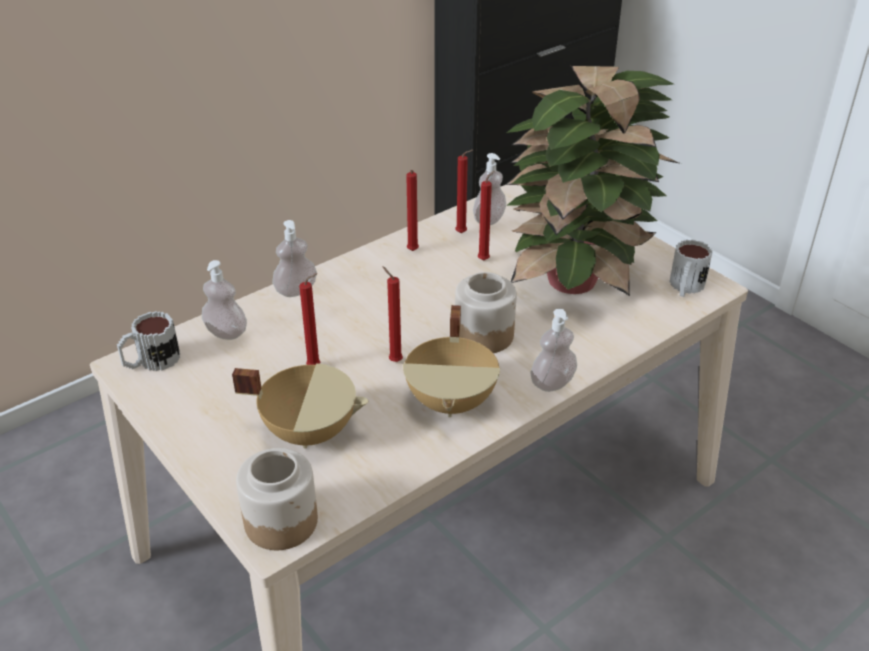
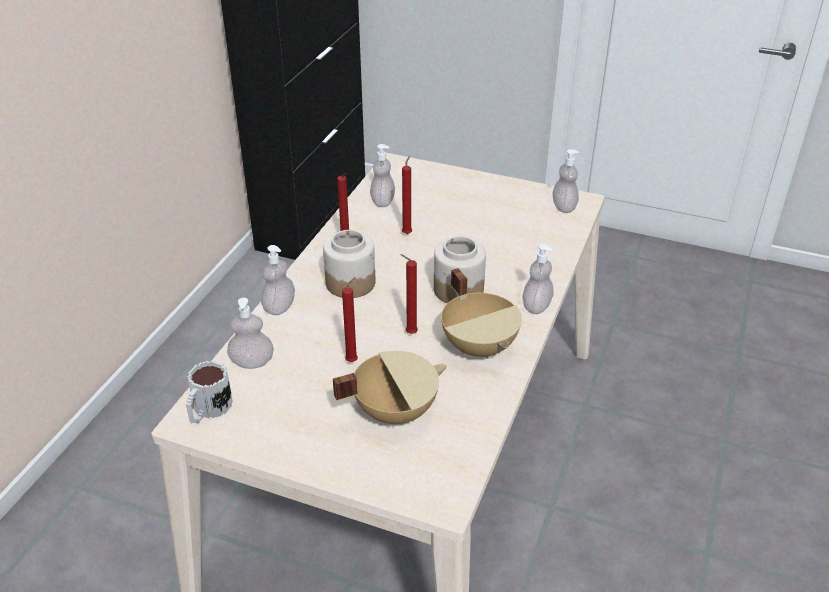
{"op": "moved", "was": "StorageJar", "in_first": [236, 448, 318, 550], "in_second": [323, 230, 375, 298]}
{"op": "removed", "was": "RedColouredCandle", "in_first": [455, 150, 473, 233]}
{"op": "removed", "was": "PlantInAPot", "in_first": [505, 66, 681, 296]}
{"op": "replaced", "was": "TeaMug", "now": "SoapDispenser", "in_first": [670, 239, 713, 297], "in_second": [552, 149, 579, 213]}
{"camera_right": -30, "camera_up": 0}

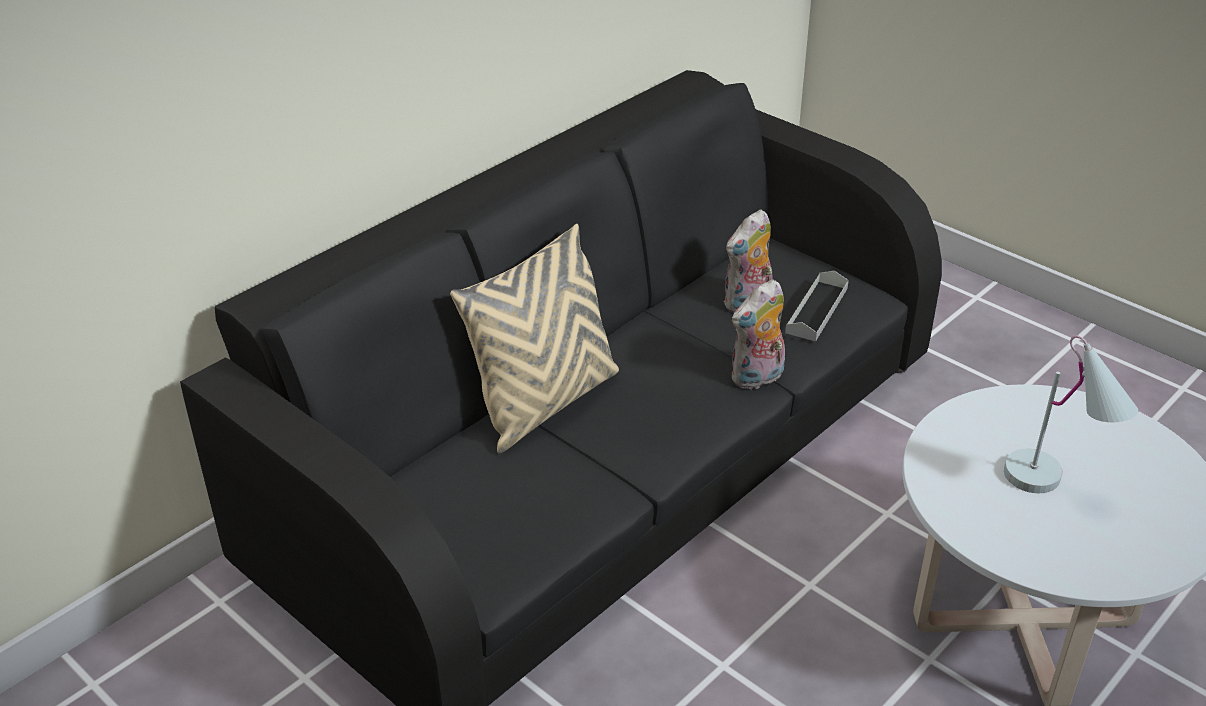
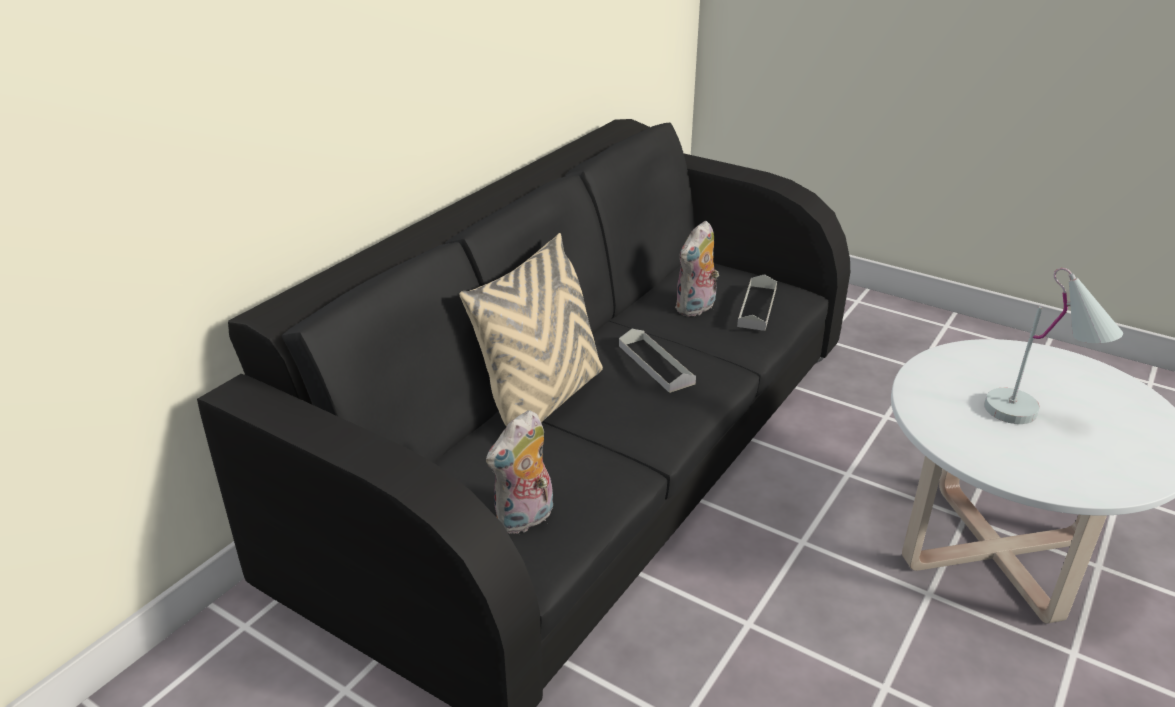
{"op": "moved", "was": "SoftToy", "in_first": [732, 279, 785, 389], "in_second": [486, 410, 553, 534]}
{"op": "added", "now": "GrayServingTray", "in_second": [619, 329, 696, 393]}
{"camera_right": -10, "camera_up": -5}

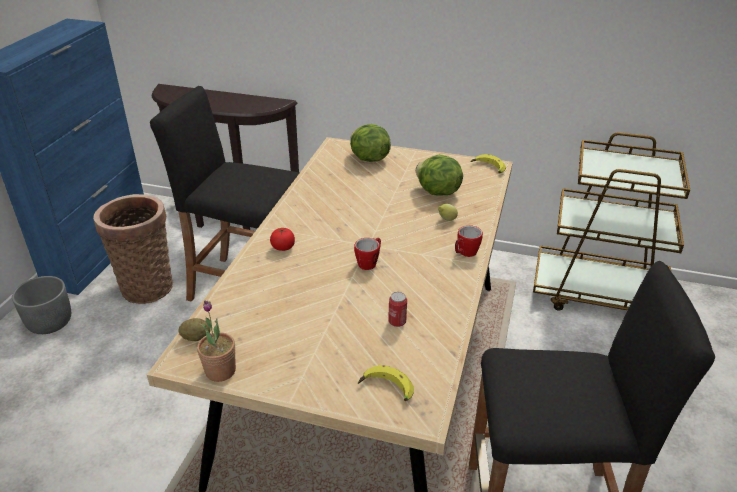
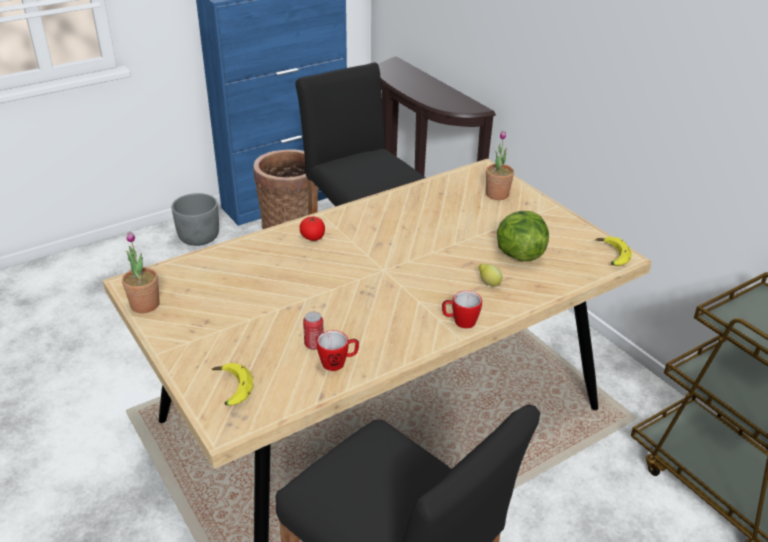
{"op": "removed", "was": "WholePotato", "in_first": [179, 318, 211, 341]}
{"op": "replaced", "was": "HeadOfLettuce", "now": "PlantInAPot", "in_first": [350, 124, 391, 162], "in_second": [486, 130, 514, 200]}
{"op": "moved", "was": "TeaMug", "in_first": [354, 238, 381, 270], "in_second": [317, 330, 359, 371]}
{"camera_right": 40, "camera_up": 0}

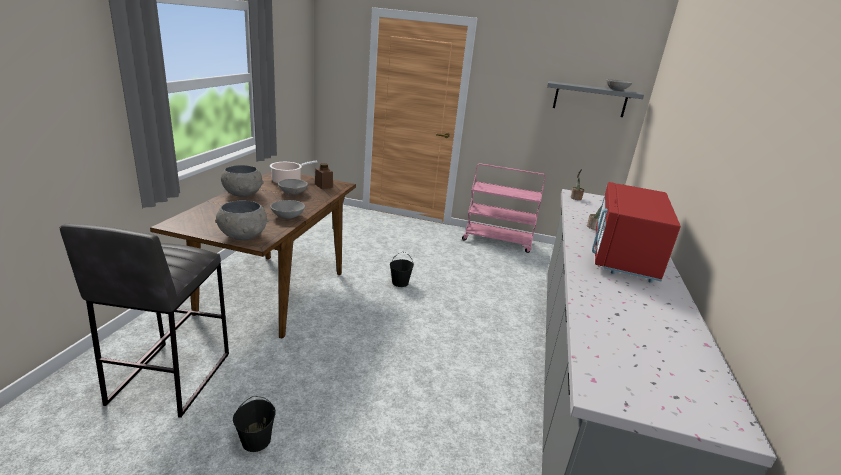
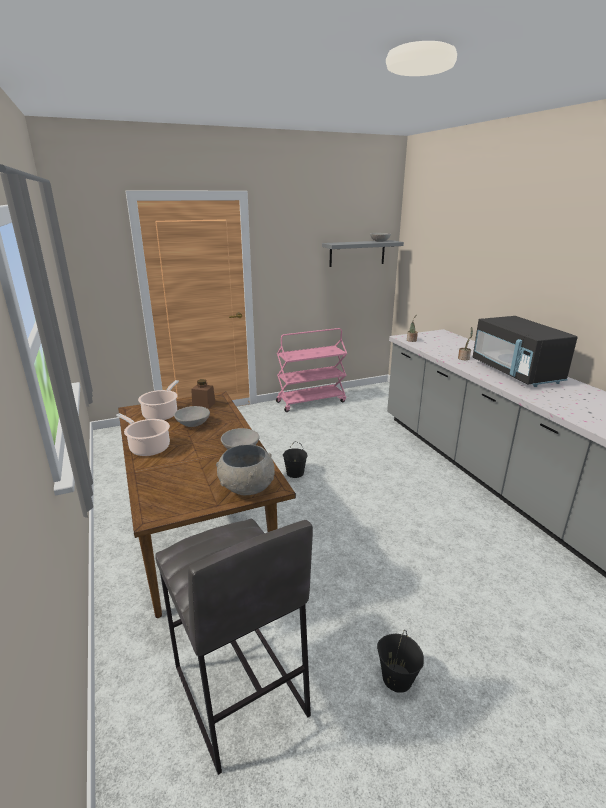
{"op": "replaced", "was": "GrayBowl", "now": "Stockpot", "in_first": [221, 165, 264, 197], "in_second": [116, 413, 170, 456]}
{"op": "recoloured", "was": "RedColouredMicrowaveOven", "now": "BlackColouredMicrowaveOven", "in_first": [592, 182, 681, 283], "in_second": [473, 316, 578, 387]}
{"camera_right": -35, "camera_up": 0}

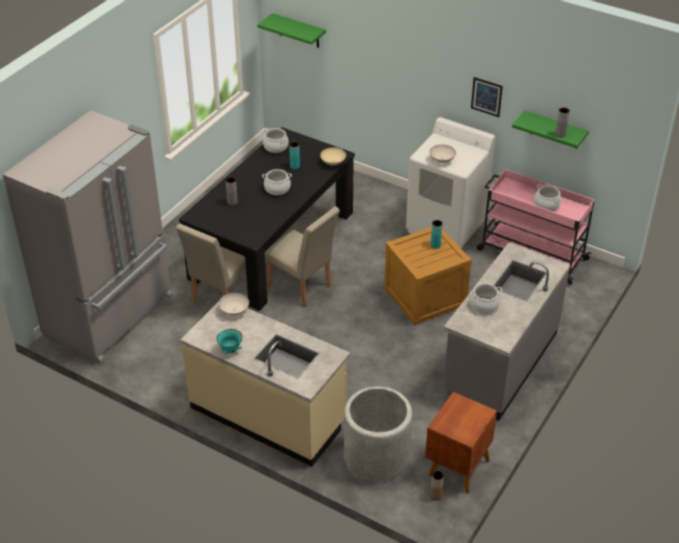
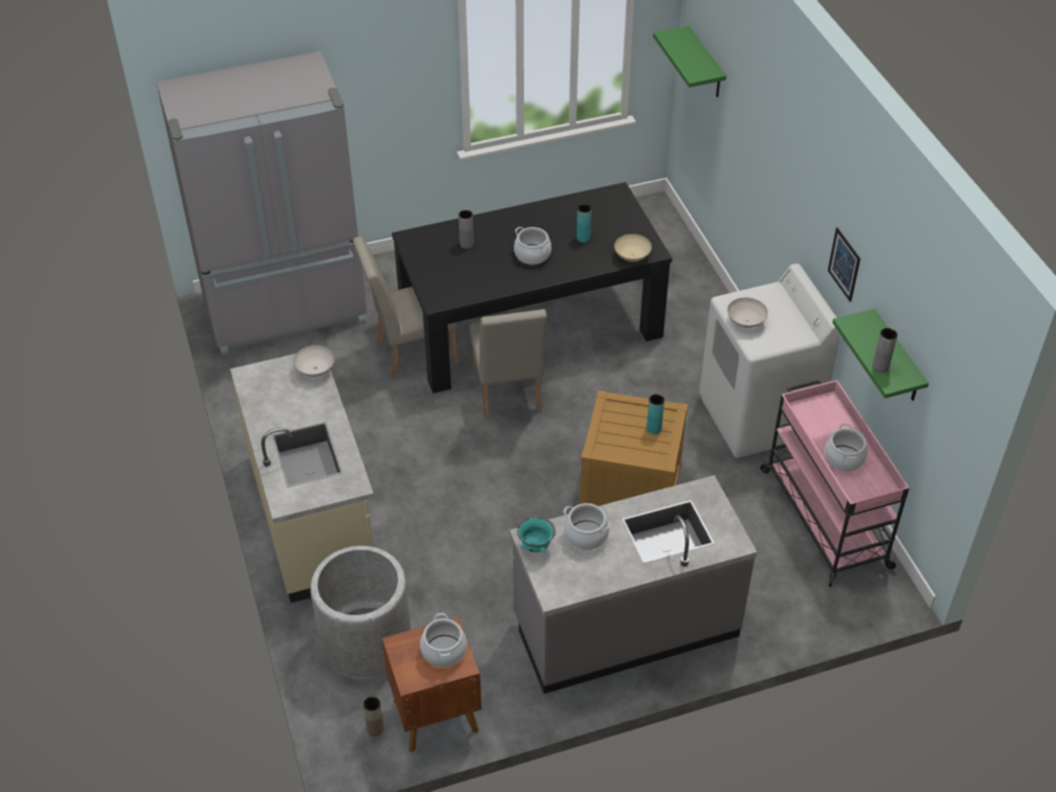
{"op": "moved", "was": "TurquoiseBowl", "in_first": [216, 329, 242, 354], "in_second": [517, 517, 556, 552]}
{"op": "moved", "was": "Stockpot", "in_first": [263, 128, 289, 153], "in_second": [420, 613, 467, 668]}
{"camera_right": 40, "camera_up": 5}

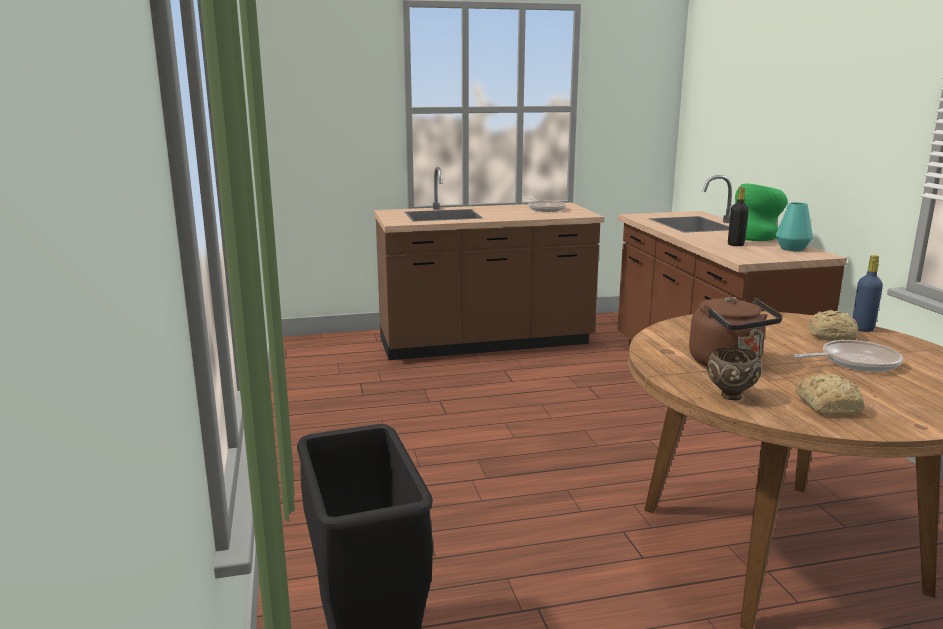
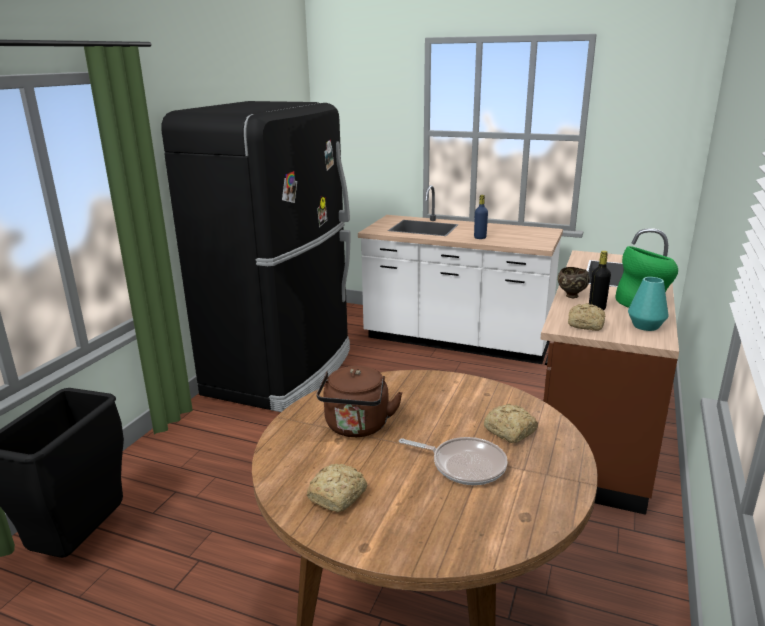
{"op": "recoloured", "was": "BrownishKitchenBaseUnit", "now": "WhitishKitchenBaseUnit", "in_first": [374, 167, 604, 360], "in_second": [358, 185, 563, 364]}
{"op": "removed", "was": "FryingPan", "in_first": [526, 197, 566, 212]}
{"op": "moved", "was": "BrownishBowl", "in_first": [707, 348, 762, 400], "in_second": [558, 267, 590, 298]}
{"op": "moved", "was": "BlueDrinkBottle", "in_first": [853, 255, 883, 332], "in_second": [474, 195, 488, 239]}
{"op": "added", "now": "BlackColouredRefrigerator", "in_second": [161, 101, 351, 412]}
{"op": "added", "now": "BakedBread", "in_second": [568, 303, 606, 331]}
{"camera_right": 35, "camera_up": 5}

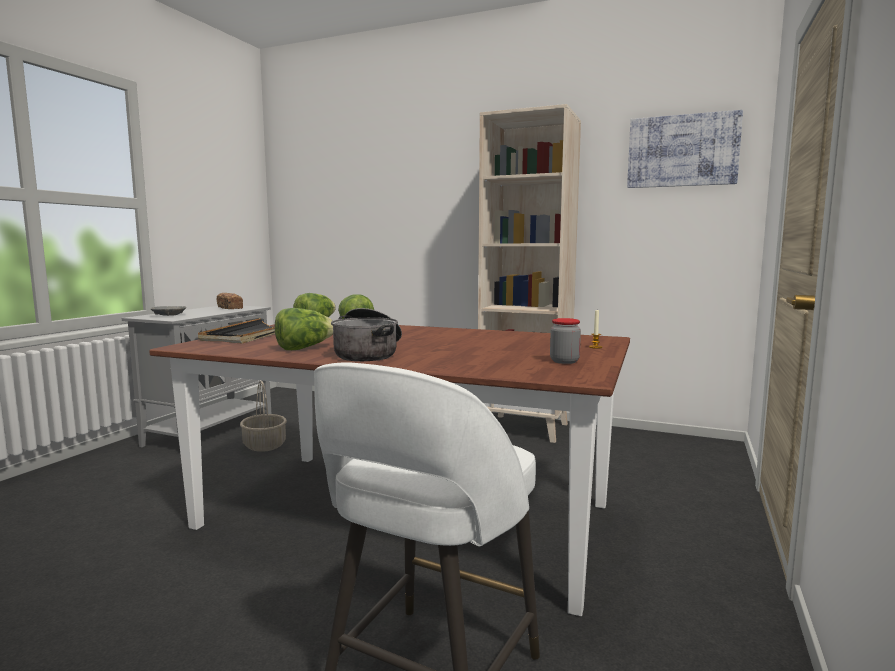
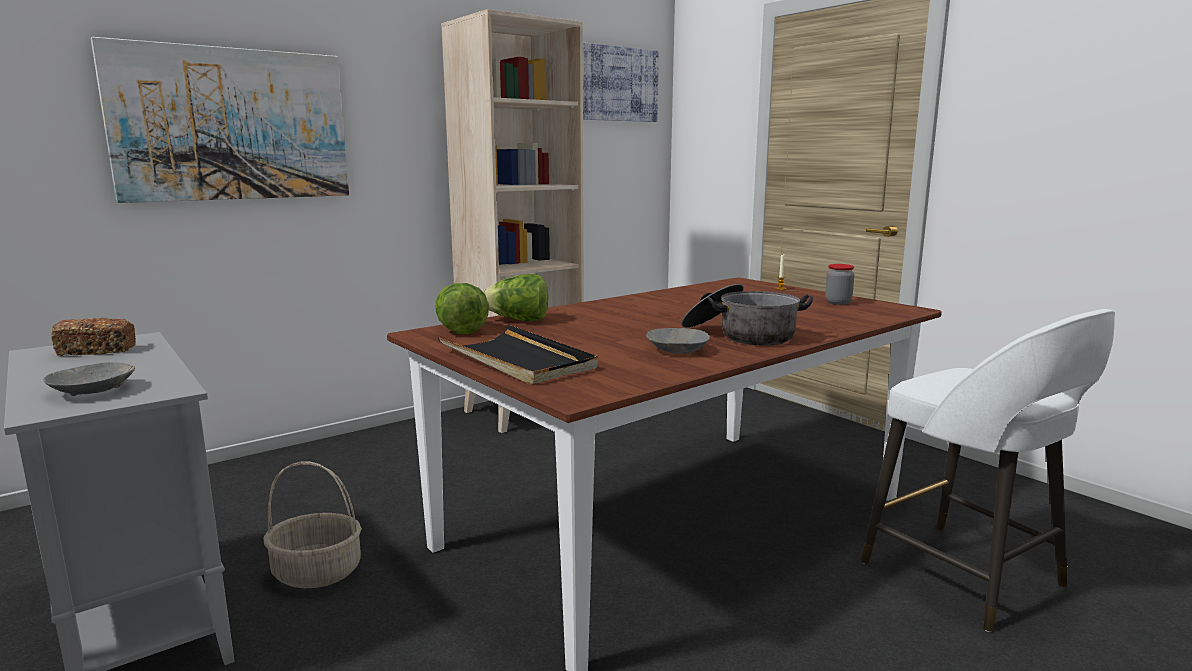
{"op": "replaced", "was": "HeadOfLettuce", "now": "GrayBowl", "in_first": [275, 308, 333, 350], "in_second": [646, 328, 710, 354]}
{"op": "added", "now": "Picture", "in_second": [91, 37, 349, 203]}
{"camera_right": -60, "camera_up": 5}

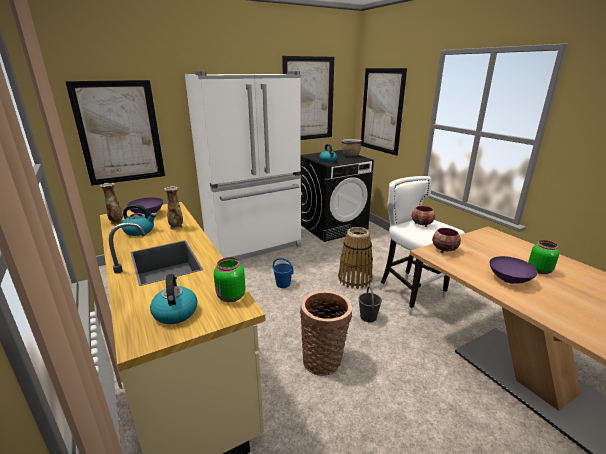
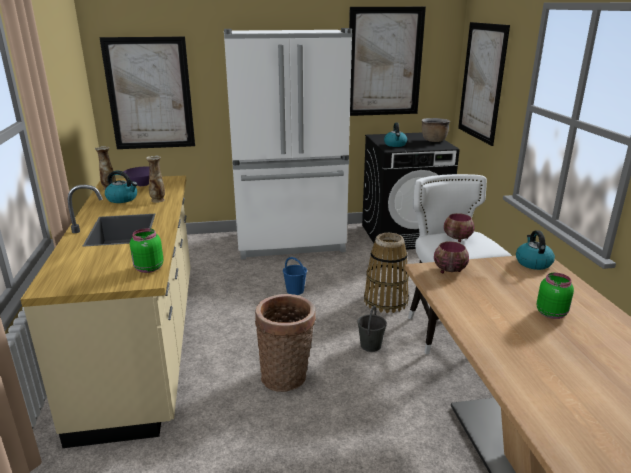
{"op": "moved", "was": "WaterKettle", "in_first": [150, 274, 197, 324], "in_second": [516, 230, 555, 270]}
{"op": "removed", "was": "PurplishBowl", "in_first": [489, 256, 538, 284]}
{"camera_right": 20, "camera_up": 0}

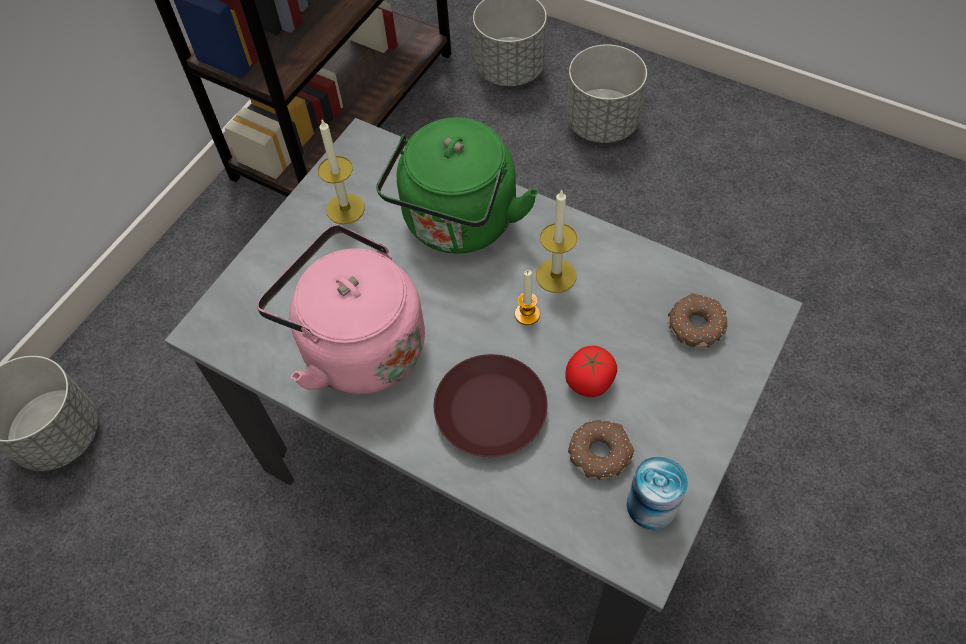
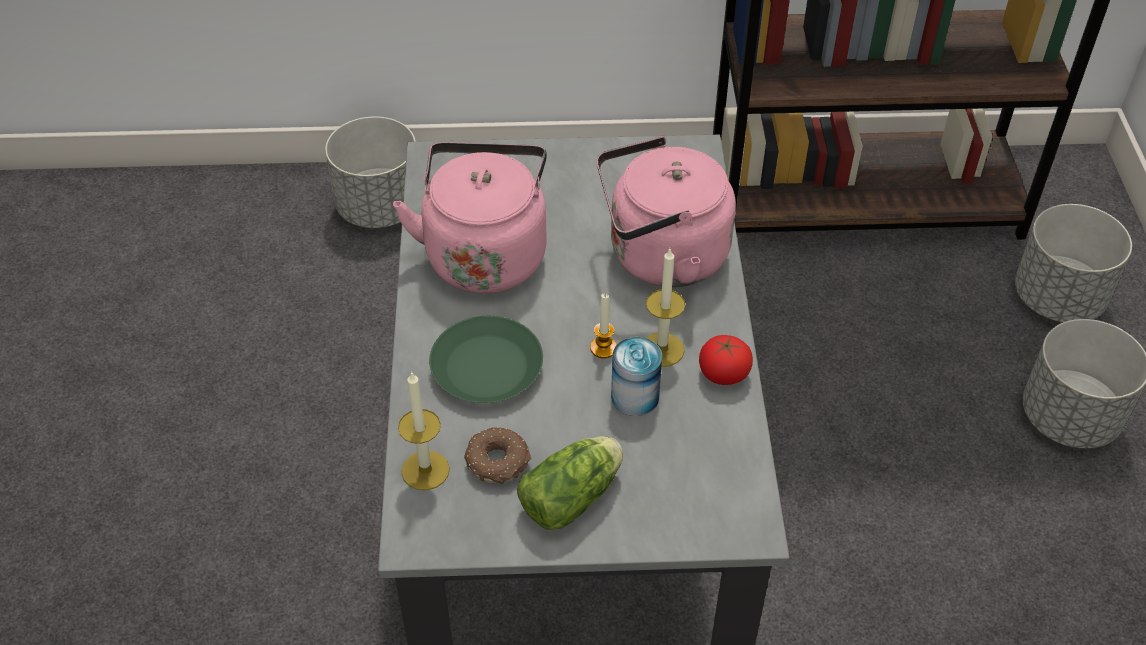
{"op": "moved", "was": "Candle", "in_first": [318, 120, 365, 224], "in_second": [398, 371, 450, 490]}
{"op": "recoloured", "was": "GreenishWaterKettle", "now": "PinkColouredWaterKettle", "in_first": [376, 118, 538, 254], "in_second": [597, 136, 736, 287]}
{"op": "recoloured", "was": "BrownishDinnerPlate", "now": "GreenishDinnerPlate", "in_first": [434, 354, 548, 457], "in_second": [429, 316, 543, 403]}
{"op": "moved", "was": "FreshTomato", "in_first": [565, 346, 617, 397], "in_second": [699, 335, 753, 385]}
{"op": "moved", "was": "Can", "in_first": [627, 456, 688, 530], "in_second": [611, 337, 662, 416]}
{"op": "removed", "was": "Doughnut", "in_first": [668, 293, 727, 348]}
{"op": "added", "now": "HeadOfLettuce", "in_second": [517, 436, 623, 530]}
{"camera_right": 55, "camera_up": -10}

